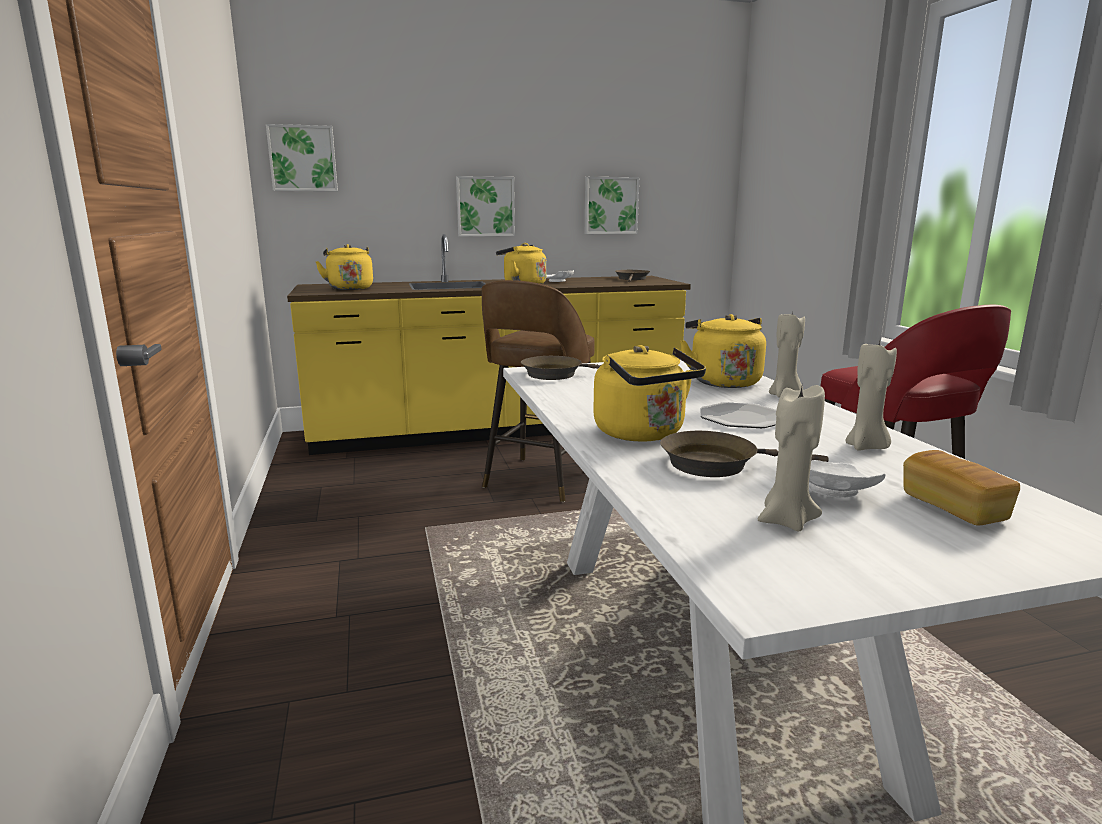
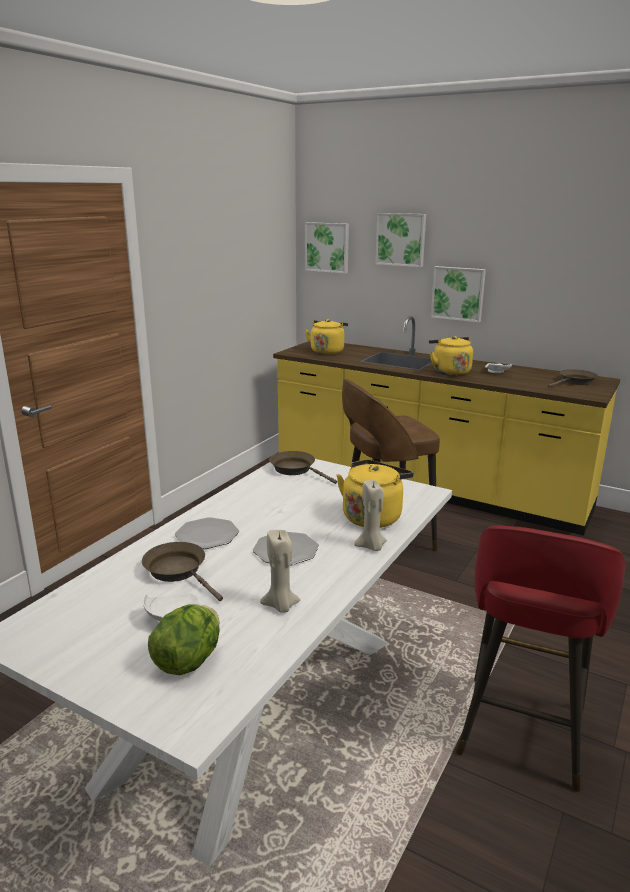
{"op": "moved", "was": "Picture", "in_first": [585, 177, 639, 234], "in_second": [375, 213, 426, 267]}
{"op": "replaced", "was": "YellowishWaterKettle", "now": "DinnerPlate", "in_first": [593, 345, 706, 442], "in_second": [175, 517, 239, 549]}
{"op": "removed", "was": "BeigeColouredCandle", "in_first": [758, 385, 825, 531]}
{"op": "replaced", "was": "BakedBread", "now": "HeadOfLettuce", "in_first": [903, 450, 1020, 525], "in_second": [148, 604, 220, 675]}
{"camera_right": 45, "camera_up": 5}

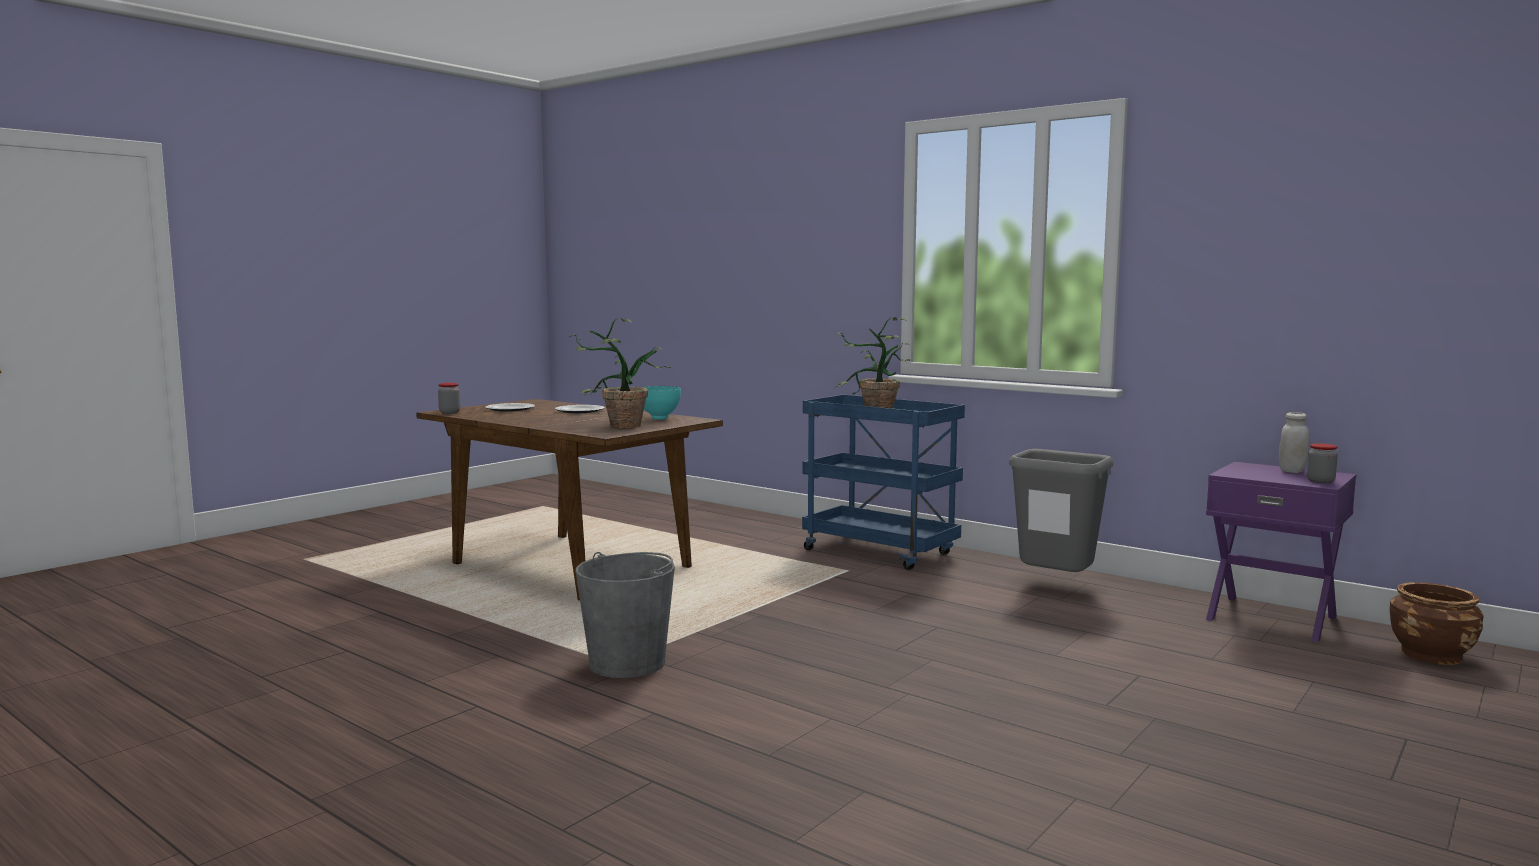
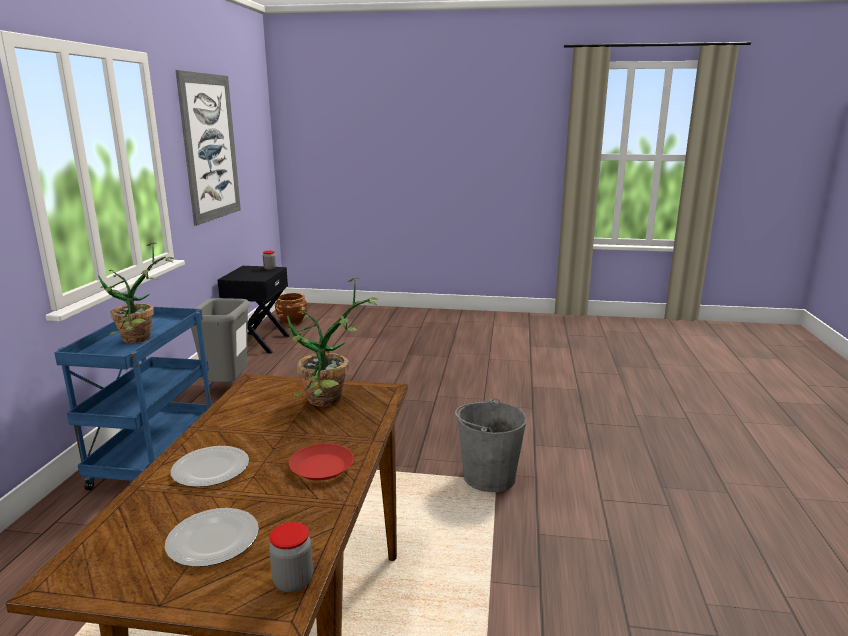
{"op": "removed", "was": "TurquoiseBowl", "in_first": [642, 386, 681, 420]}
{"op": "recoloured", "was": "PurplishBedsideTable", "now": "BlackColouredBedsideTable", "in_first": [1206, 462, 1356, 642], "in_second": [217, 266, 290, 353]}
{"op": "removed", "was": "WhitishStorageJar", "in_first": [1279, 412, 1310, 473]}
{"op": "added", "now": "Picture", "in_second": [176, 70, 241, 226]}
{"op": "added", "now": "RedColouredDinnerPlate", "in_second": [289, 444, 354, 481]}
{"camera_right": -120, "camera_up": 10}

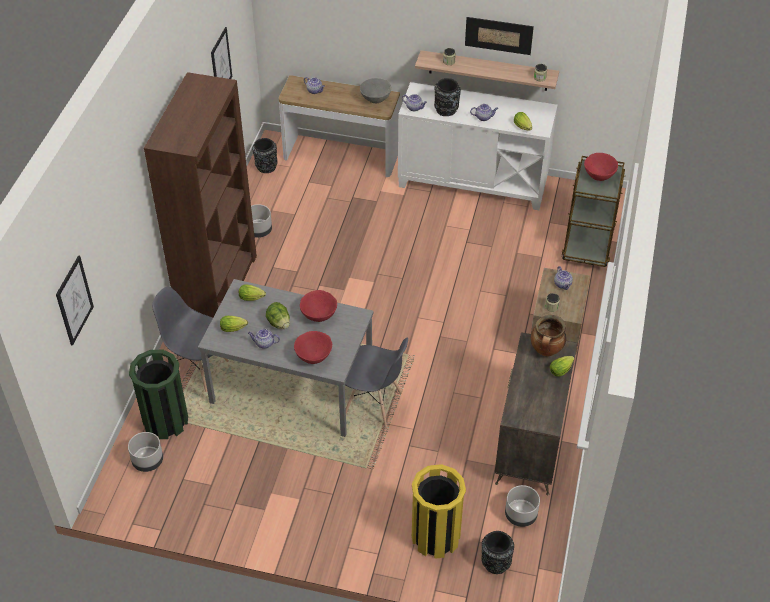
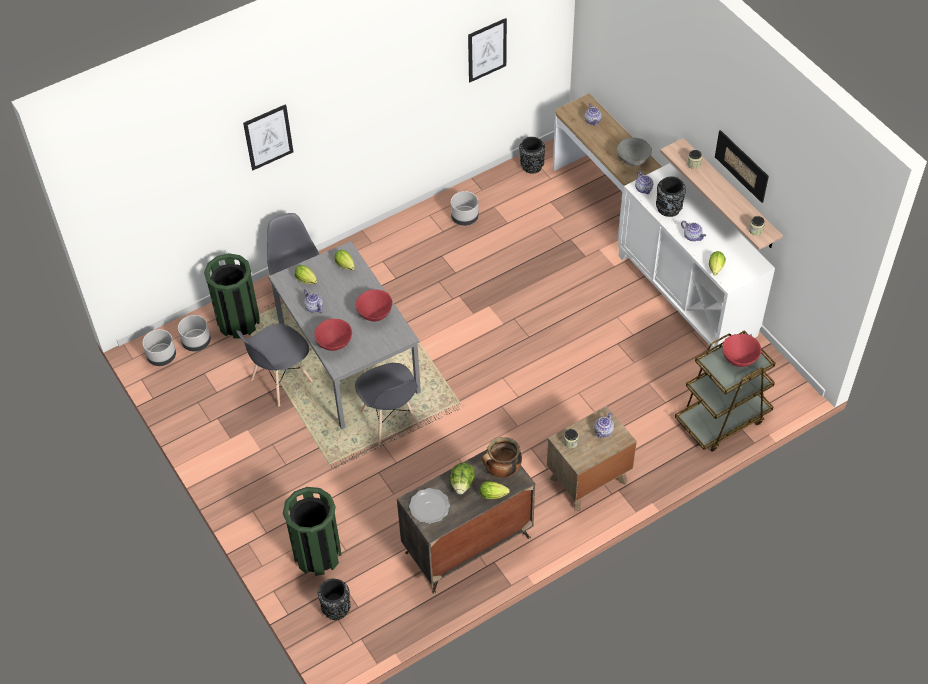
{"op": "moved", "was": "Picture", "in_first": [56, 255, 94, 346], "in_second": [243, 104, 293, 170]}
{"op": "removed", "was": "BrownishShelvingUnit", "in_first": [144, 72, 257, 317]}
{"op": "moved", "was": "HeadOfLettuce", "in_first": [266, 302, 290, 329], "in_second": [449, 463, 475, 494]}
{"op": "recoloured", "was": "YellowishTrashCan", "now": "GreenishTrashCan", "in_first": [412, 464, 466, 559], "in_second": [283, 487, 341, 576]}
{"op": "moved", "was": "GrayFlowerPot", "in_first": [505, 485, 540, 527], "in_second": [143, 329, 176, 366]}
{"op": "added", "now": "GrayUprightChair", "in_second": [236, 324, 313, 407]}
{"op": "added", "now": "DinnerPlate", "in_second": [409, 488, 450, 524]}
{"camera_right": 45, "camera_up": 5}

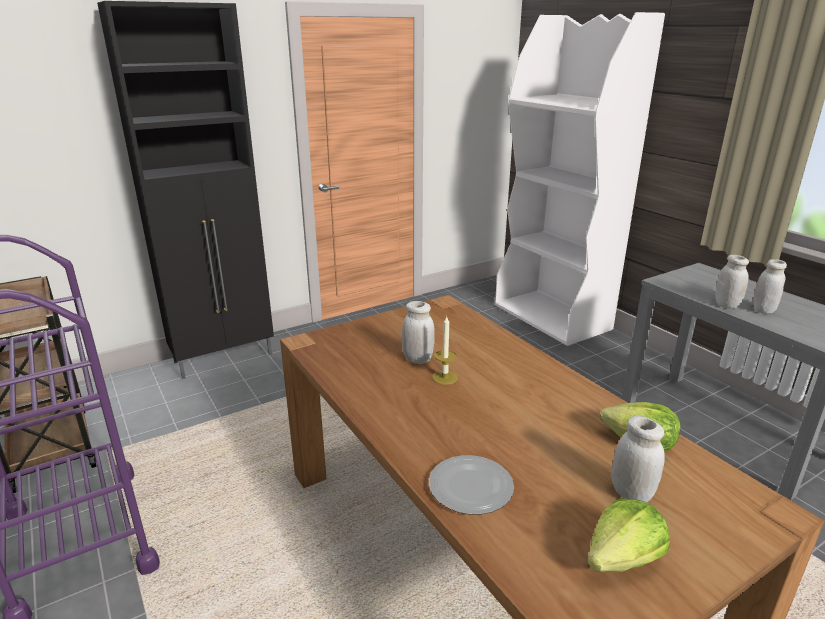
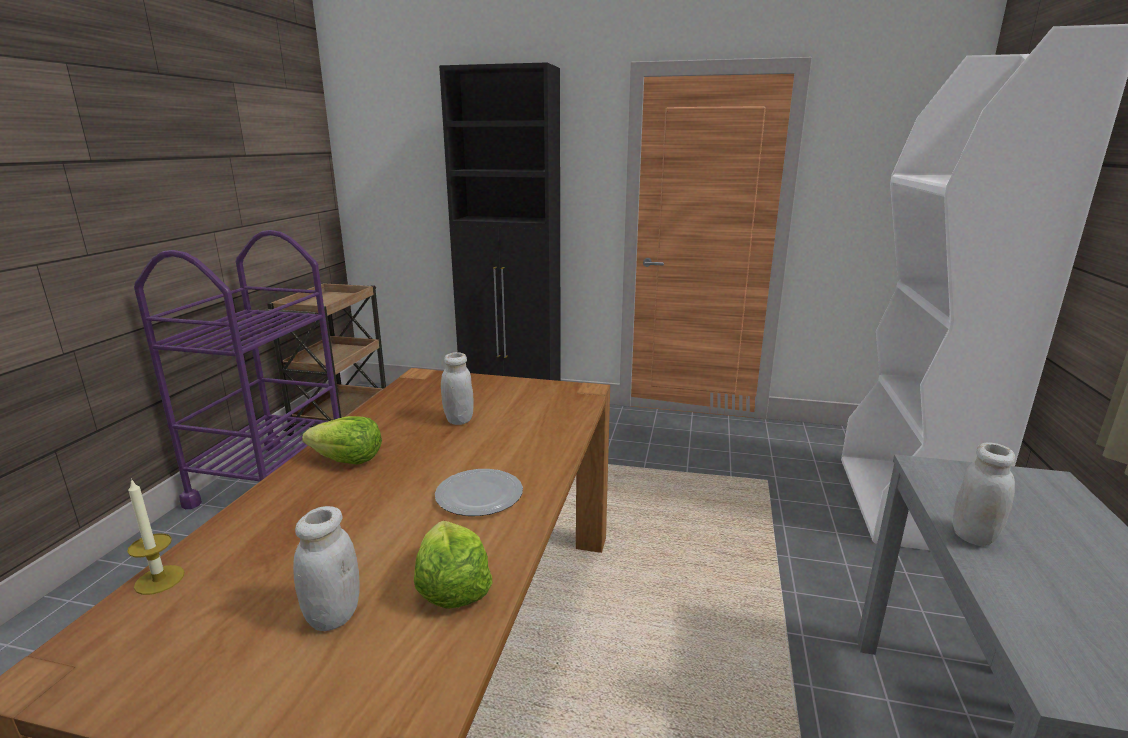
{"op": "moved", "was": "DinnerPlate", "in_first": [429, 455, 514, 515], "in_second": [435, 469, 523, 516]}
{"op": "moved", "was": "Candle", "in_first": [432, 317, 458, 385], "in_second": [127, 478, 184, 595]}
{"op": "moved", "was": "HeadOfLettuce", "in_first": [587, 498, 670, 572], "in_second": [302, 416, 382, 465]}
{"op": "removed", "was": "WhitishStorageJar", "in_first": [753, 259, 787, 314]}
{"camera_right": 45, "camera_up": -5}

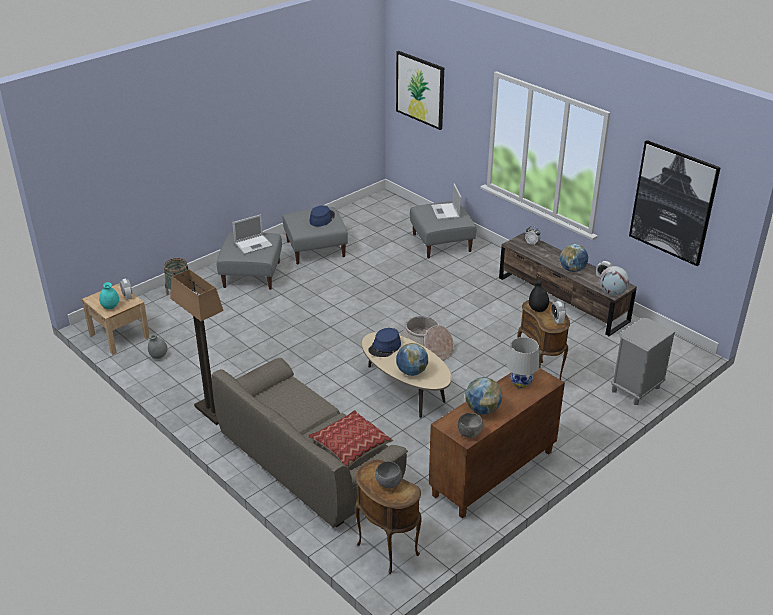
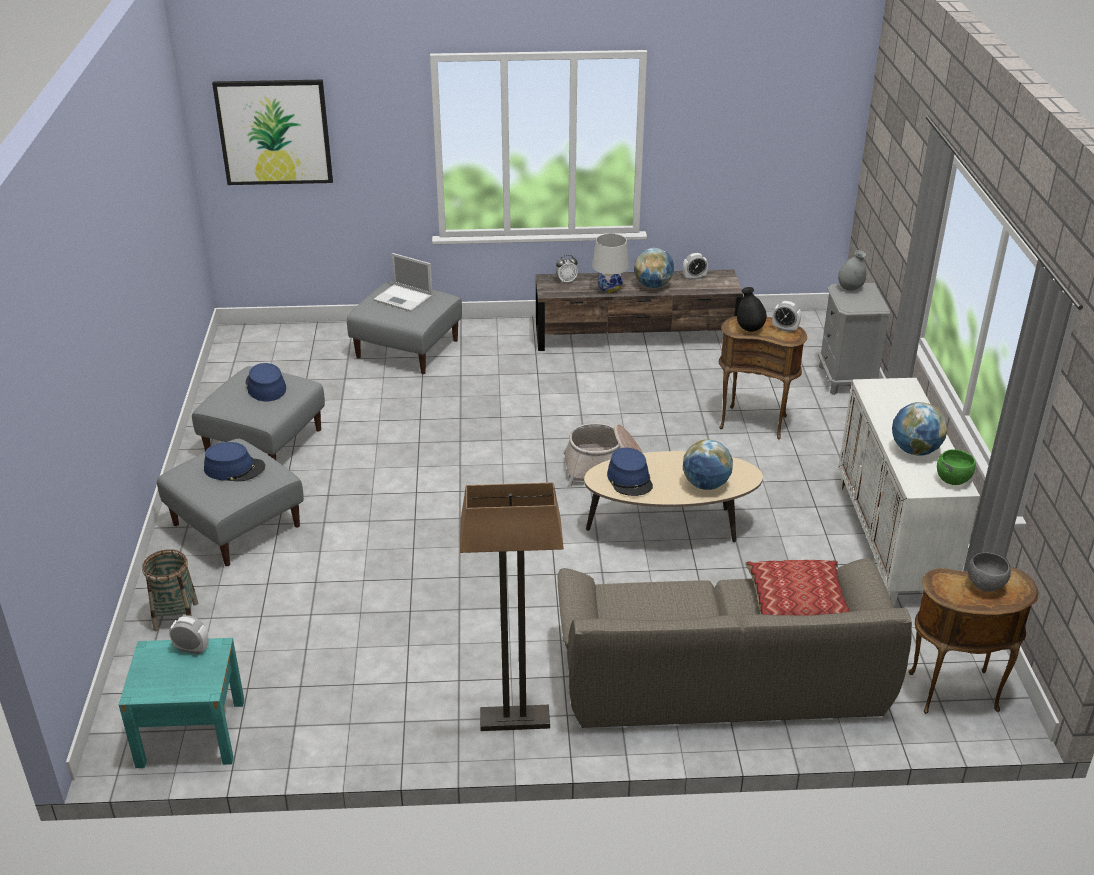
{"op": "recoloured", "was": "BeigeColouredBedsideTable", "now": "TurquoiseBedsideTable", "in_first": [82, 283, 150, 355], "in_second": [119, 638, 244, 768]}
{"op": "removed", "was": "TurquoiseVase", "in_first": [99, 282, 119, 309]}
{"op": "moved", "was": "GrayVase", "in_first": [148, 333, 168, 359], "in_second": [838, 250, 866, 291]}
{"op": "replaced", "was": "Laptop", "now": "BlueWearableHat", "in_first": [232, 214, 273, 254], "in_second": [204, 442, 265, 481]}
{"op": "recoloured", "was": "BrownishCupboard", "now": "WhitishCupboard", "in_first": [429, 368, 565, 519], "in_second": [838, 378, 980, 607]}
{"op": "recoloured", "was": "GrayBowl", "now": "GreenishBowl", "in_first": [458, 413, 483, 438], "in_second": [937, 449, 976, 485]}
{"op": "moved", "was": "WhitishTableLamp", "in_first": [506, 337, 539, 388], "in_second": [592, 234, 629, 293]}
{"op": "removed", "was": "DeskGlobe", "in_first": [599, 266, 629, 295]}
{"op": "removed", "was": "Picture", "in_first": [629, 140, 721, 266]}
{"camera_right": -50, "camera_up": 0}

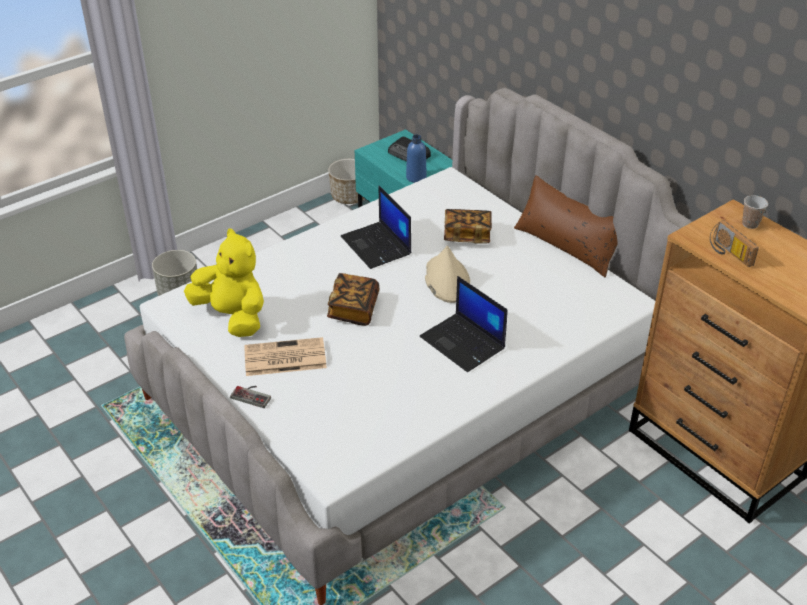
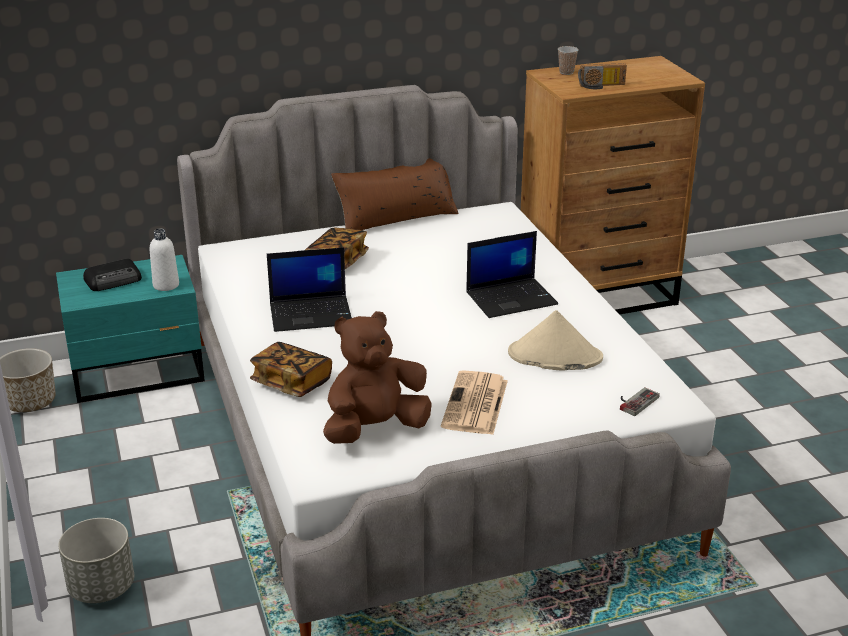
{"op": "recoloured", "was": "YellowishSoftToy", "now": "BrownishSoftToy", "in_first": [184, 228, 264, 337], "in_second": [323, 311, 432, 444]}
{"op": "moved", "was": "GameController", "in_first": [230, 386, 271, 408], "in_second": [620, 387, 660, 416]}
{"op": "moved", "was": "Volume", "in_first": [327, 273, 379, 326], "in_second": [250, 342, 332, 397]}
{"op": "recoloured", "was": "BlueDrinkBottle", "now": "WhitishDrinkBottle", "in_first": [406, 134, 427, 183], "in_second": [150, 228, 179, 291]}
{"op": "moved", "was": "BeigeColouredWearableHat", "in_first": [425, 246, 470, 303], "in_second": [508, 310, 603, 371]}
{"camera_right": -70, "camera_up": -10}

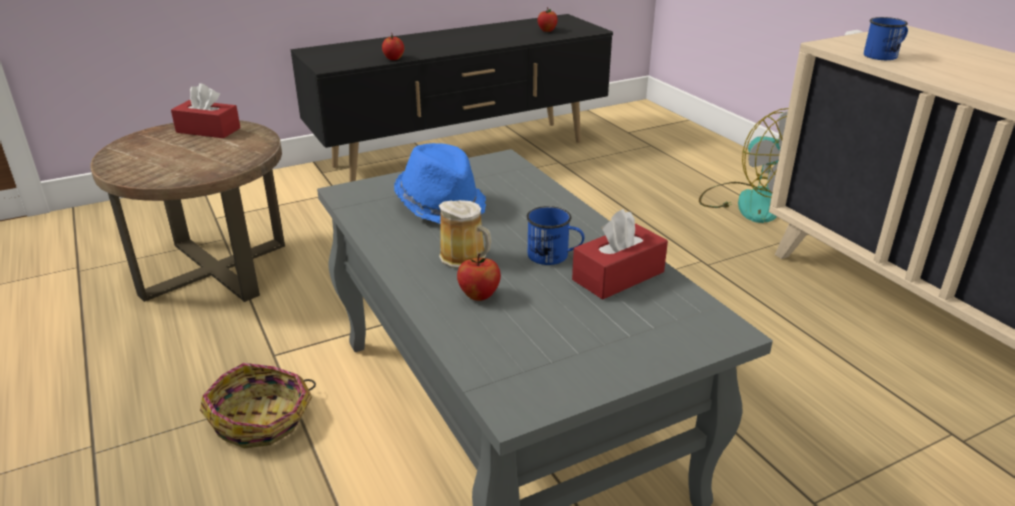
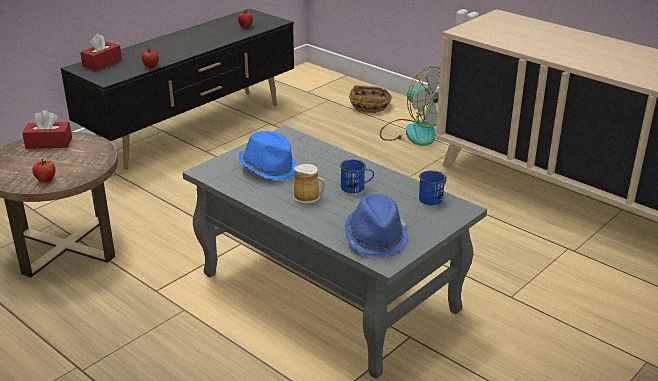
{"op": "moved", "was": "StorageBasket", "in_first": [200, 363, 316, 448], "in_second": [349, 85, 392, 113]}
{"op": "moved", "was": "Apple", "in_first": [457, 253, 501, 301], "in_second": [32, 159, 55, 183]}
{"op": "moved", "was": "RedColouredBoxOfTissues", "in_first": [572, 209, 668, 300], "in_second": [80, 34, 122, 71]}
{"op": "moved", "was": "BlueTeaMug", "in_first": [864, 17, 908, 60], "in_second": [419, 170, 447, 205]}
{"op": "added", "now": "BlueWearableHat", "in_second": [345, 194, 409, 258]}
{"camera_right": -20, "camera_up": 0}

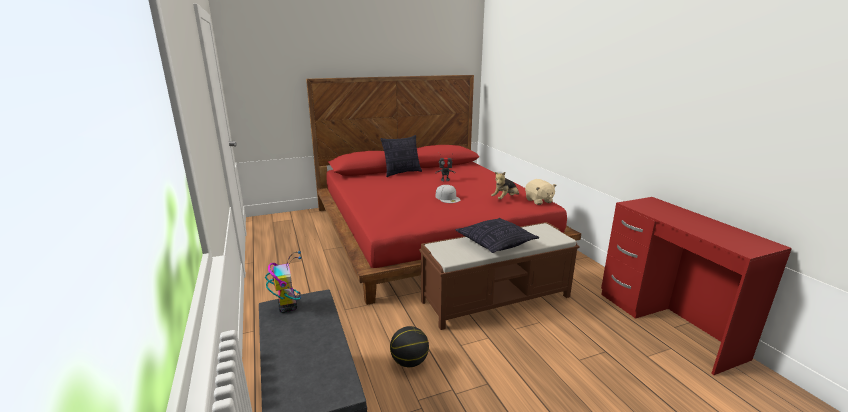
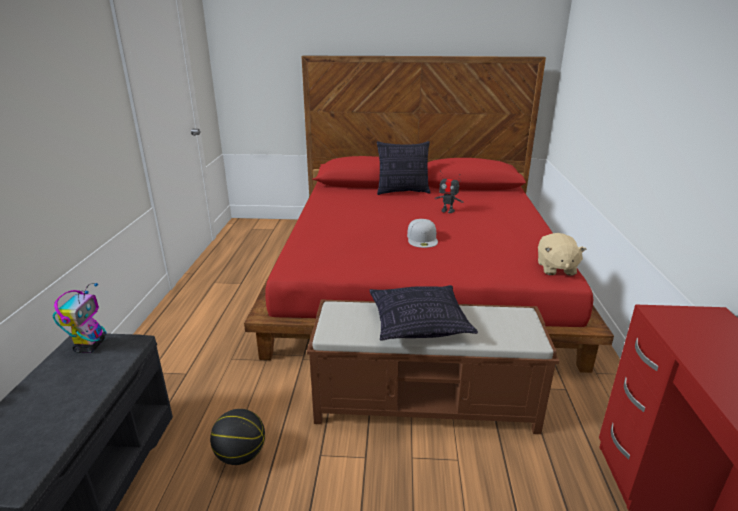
{"op": "removed", "was": "SoftToy", "in_first": [491, 172, 519, 200]}
{"camera_right": 25, "camera_up": 5}

